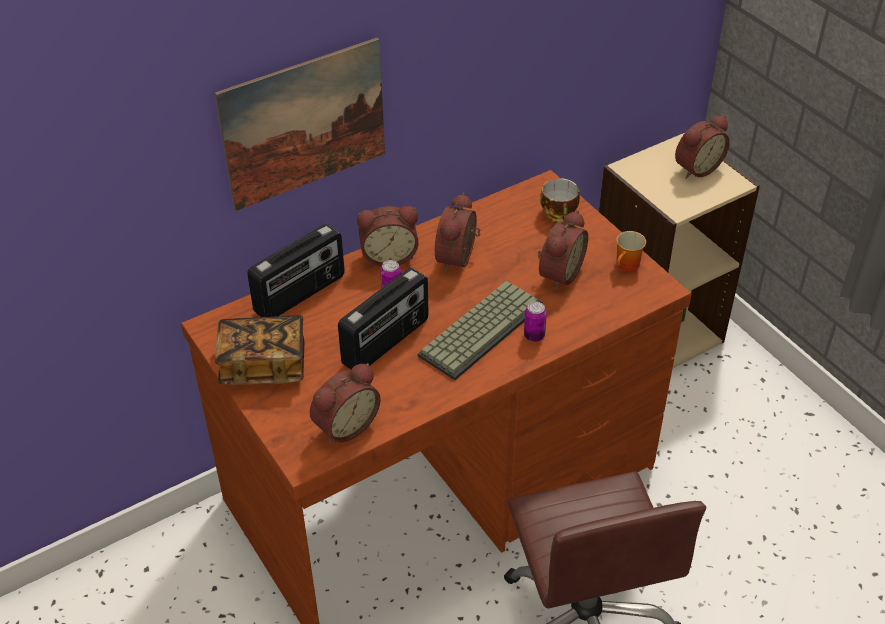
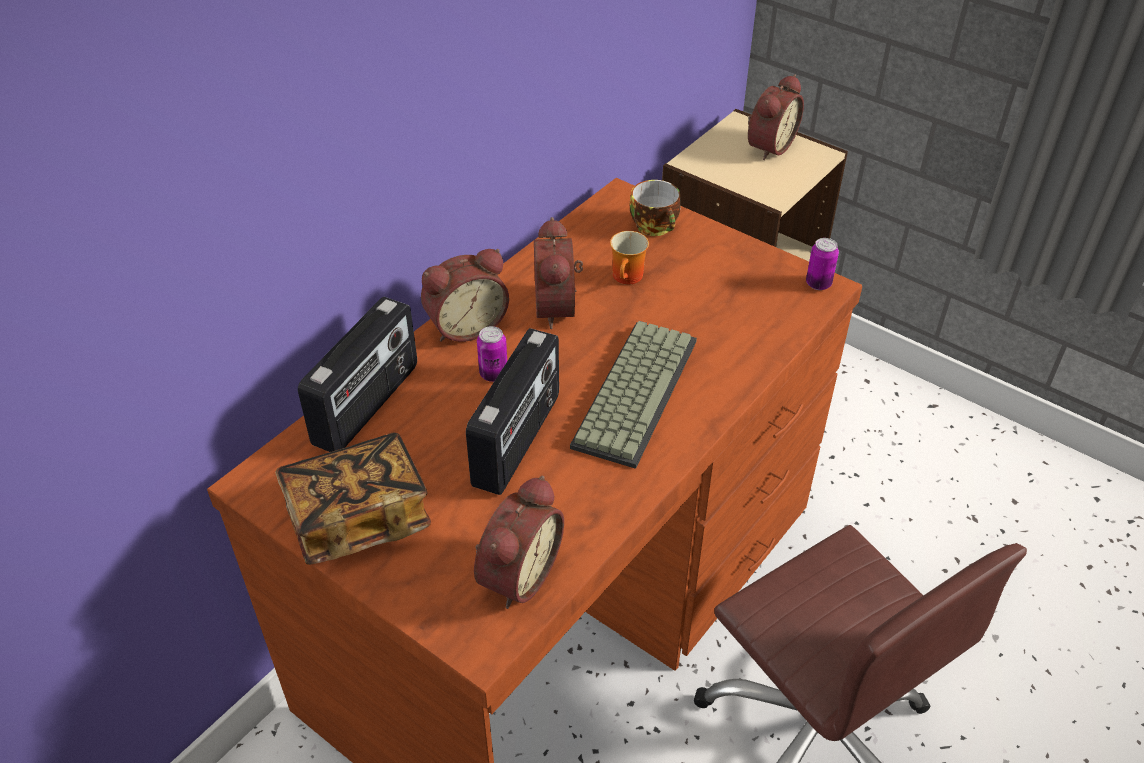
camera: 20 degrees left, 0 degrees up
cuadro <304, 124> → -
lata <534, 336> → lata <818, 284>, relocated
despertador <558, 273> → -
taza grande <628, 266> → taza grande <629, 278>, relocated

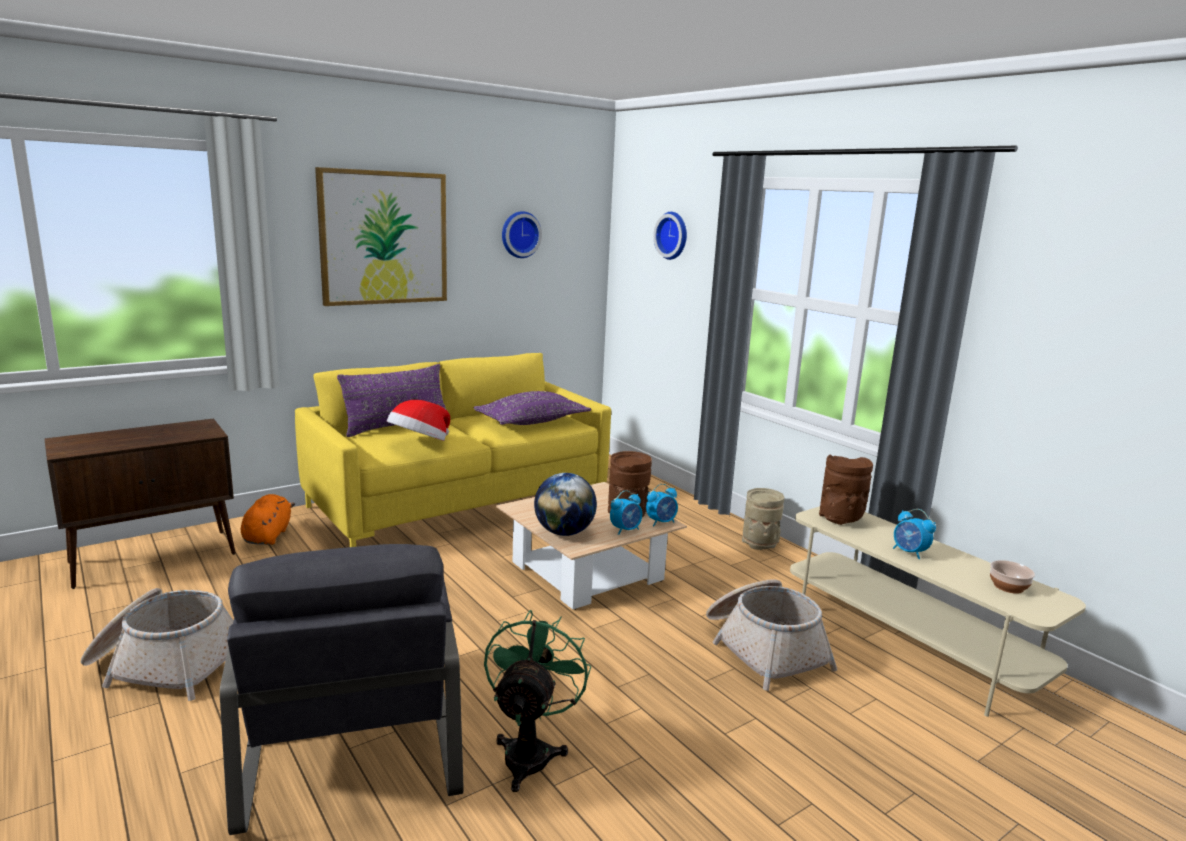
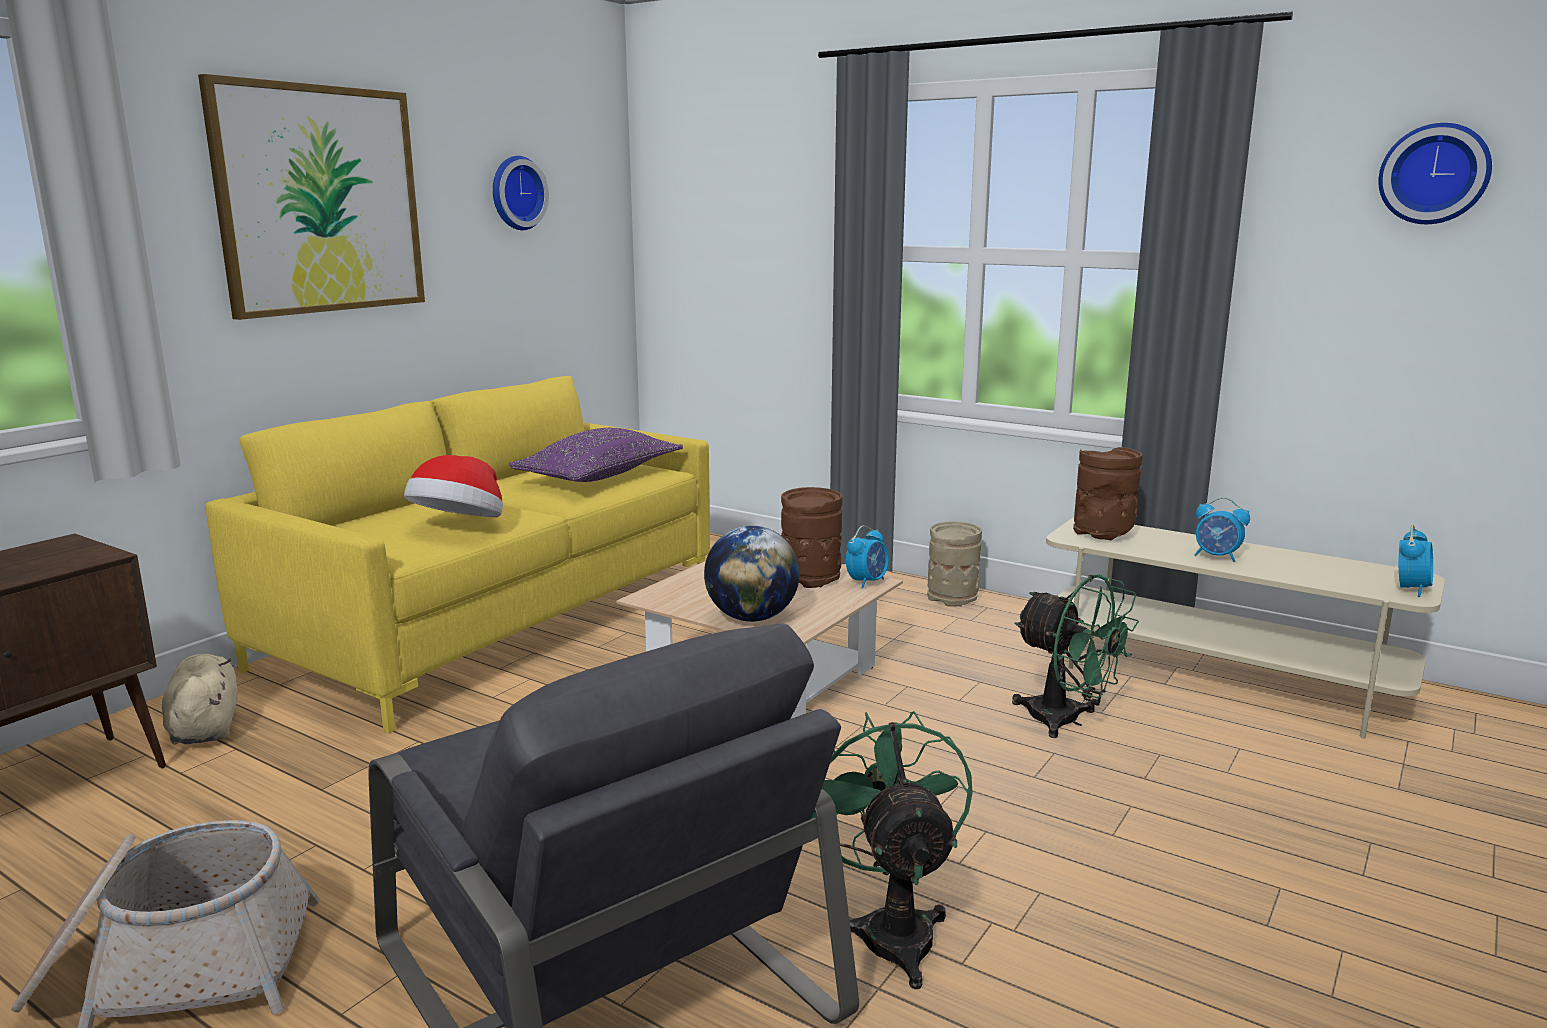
camera: 20 degrees left, 0 degrees up
peluche (naranja) <268, 536> → peluche (beis) <205, 727>
cojín (morado) <397, 427> → -
despertador <625, 530> → despertador <1411, 589>, relocated
reloj de pared <673, 235> → reloj de pared <1434, 174>, relocated
cesta <763, 648> → ventilador (verde) <1066, 721>
cuenco <1008, 586> → -

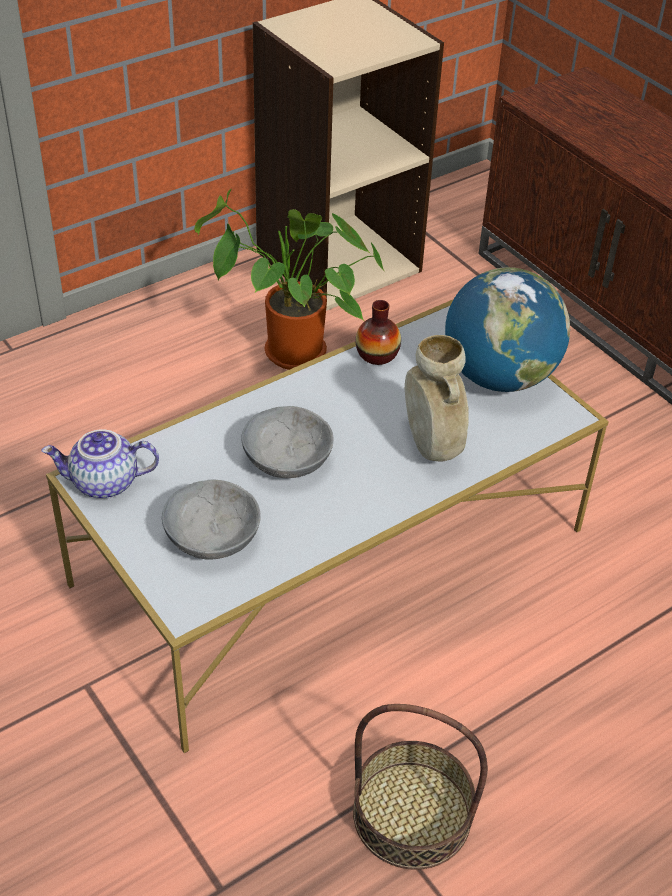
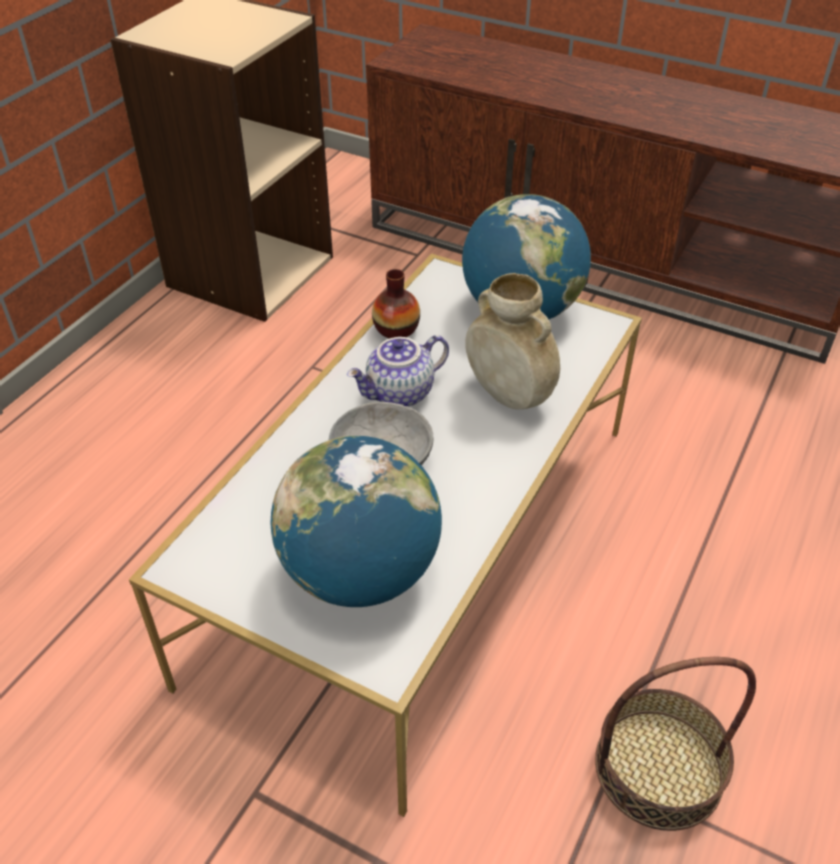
camera: 25 degrees left, 0 degrees up
tetera <104, 484> → tetera <400, 394>, relocated
cuenco (gris) <211, 537> → globo terráqueo <360, 573>
planta en maceta <288, 355> → -

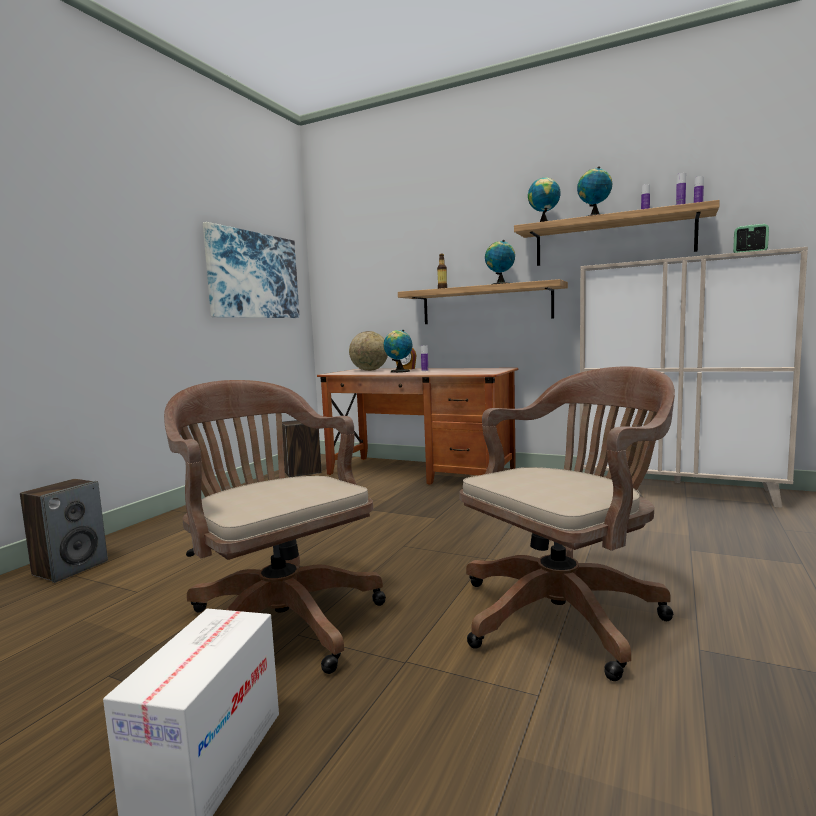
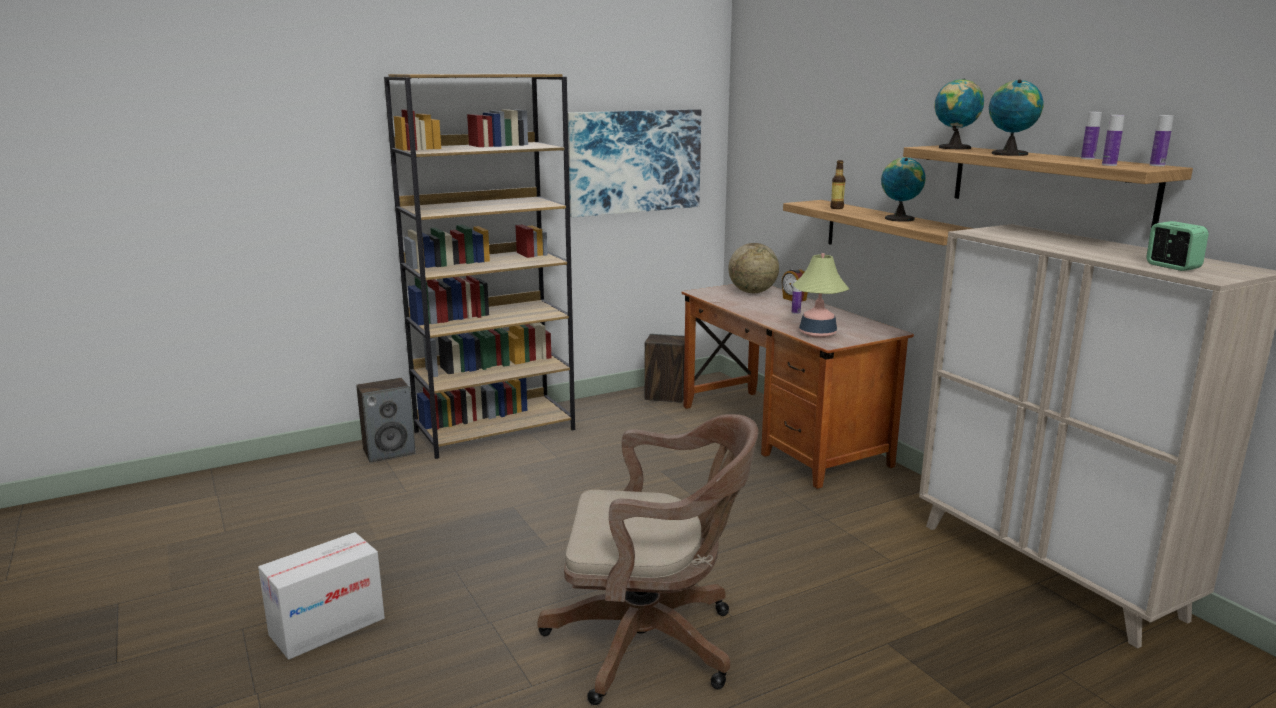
camera: 35 degrees right, 10 degrees up
silla de oficina (marrón) <277, 619> → -
globo terráqueo <398, 371> → -
- → estantería (marrón) <495, 430>
- → lámpara de mesa <817, 333>

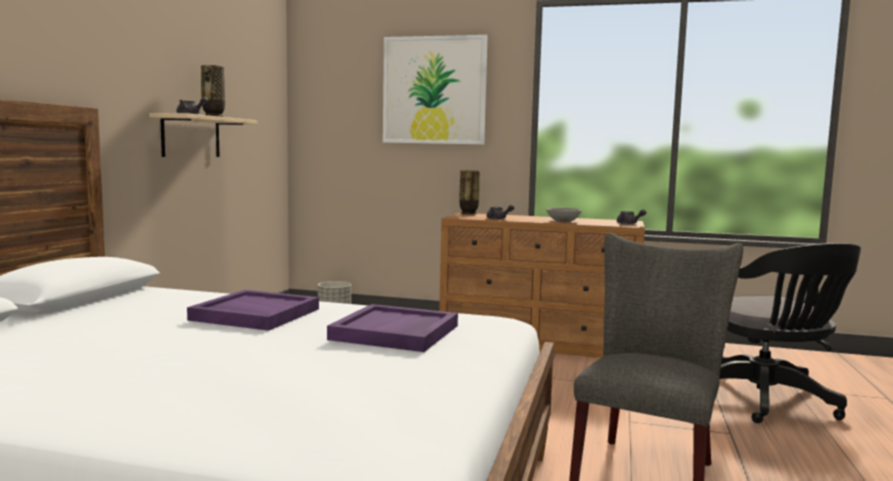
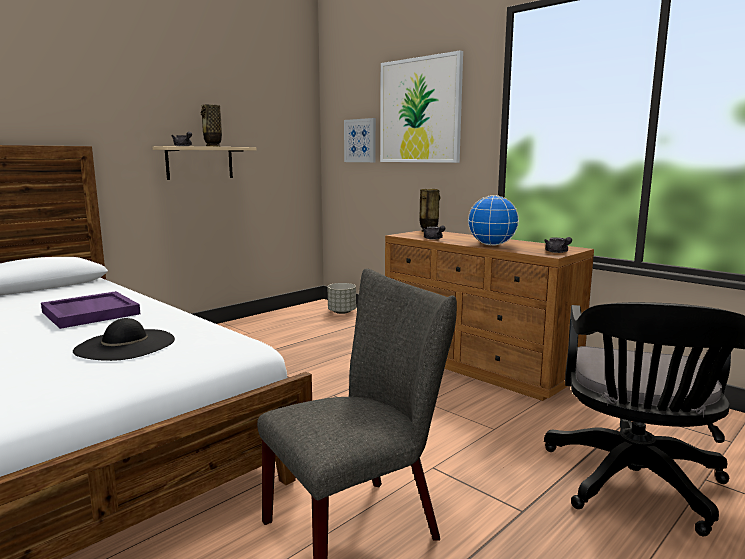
camera: 30 degrees right, 5 degrees up
bandeja (morado) <395, 333> → sombrero (negro) <125, 345>
cuenco (gris) <563, 221> → globo terráqueo <492, 245>
- → cuadro <360, 140>

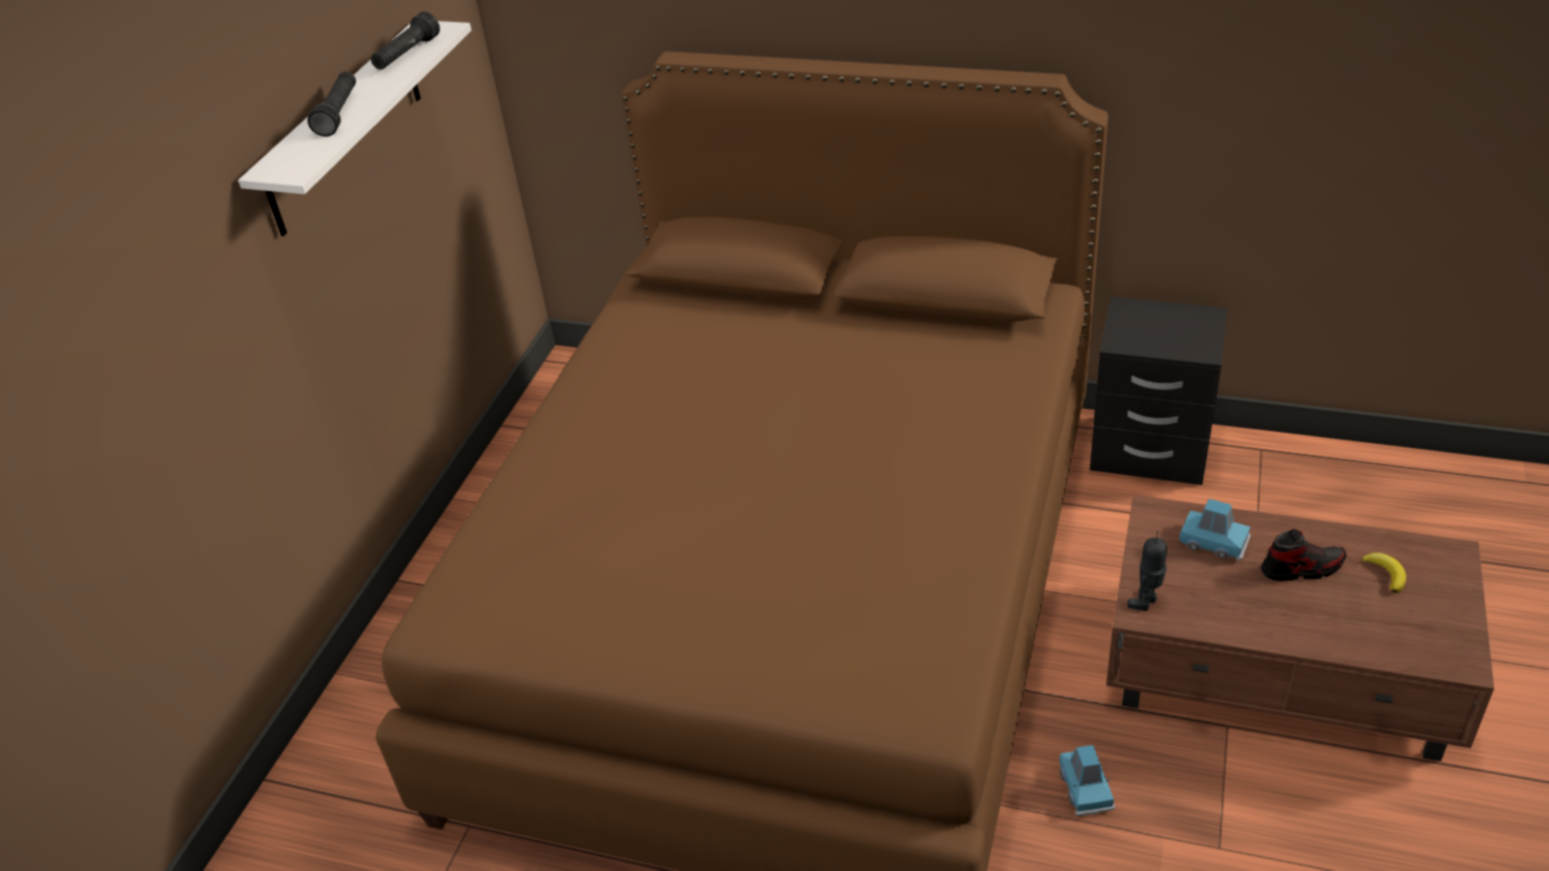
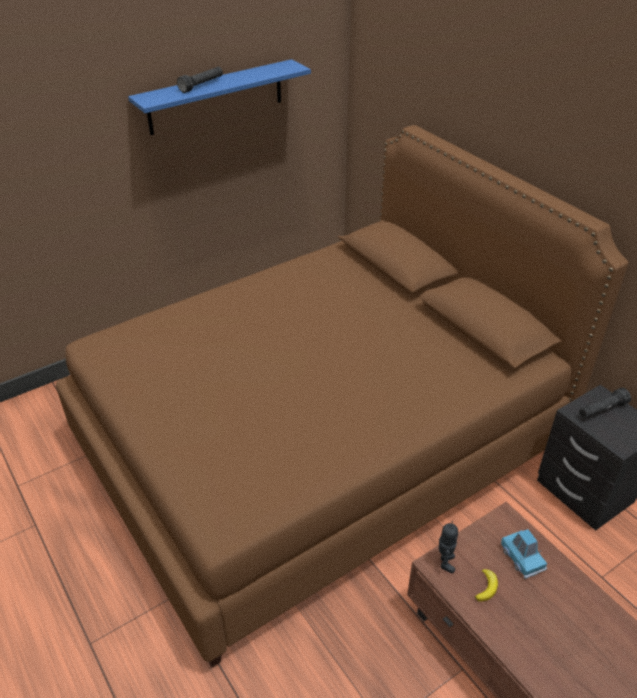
camera: 35 degrees right, 0 degrees up
estante (blanco) <344, 128> → estante (azul) <216, 97>
linterna (negro) <407, 55> → linterna (negro) <601, 410>, relocated
coche de juguete (azul) <1085, 788> → -
robot de juguete <1146, 602> → robot de juguete <445, 562>, 105 degrees clockwise
zapato <1301, 568> → -
plátano <1386, 574> → plátano <486, 587>, relocated

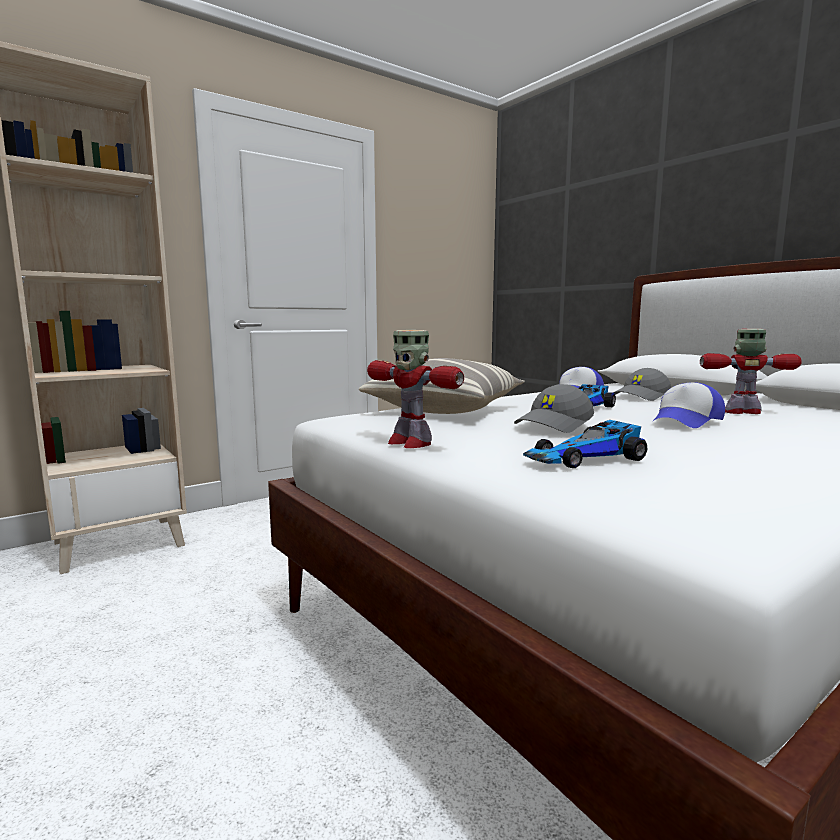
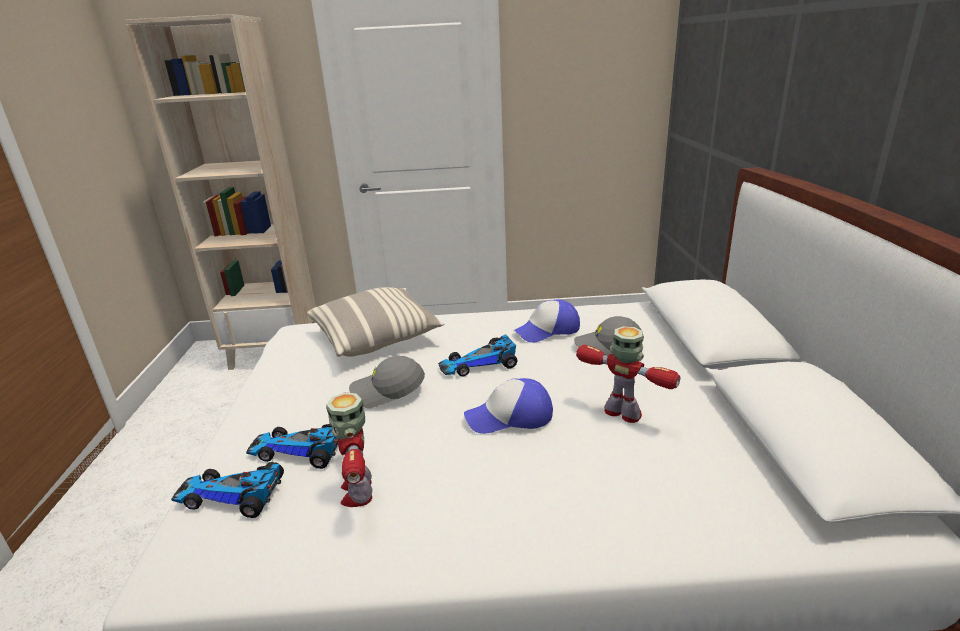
camera: 35 degrees right, 15 degrees up
robot de juguete <409, 442> → robot de juguete <359, 491>, relocated
- → coche de juguete <232, 496>

